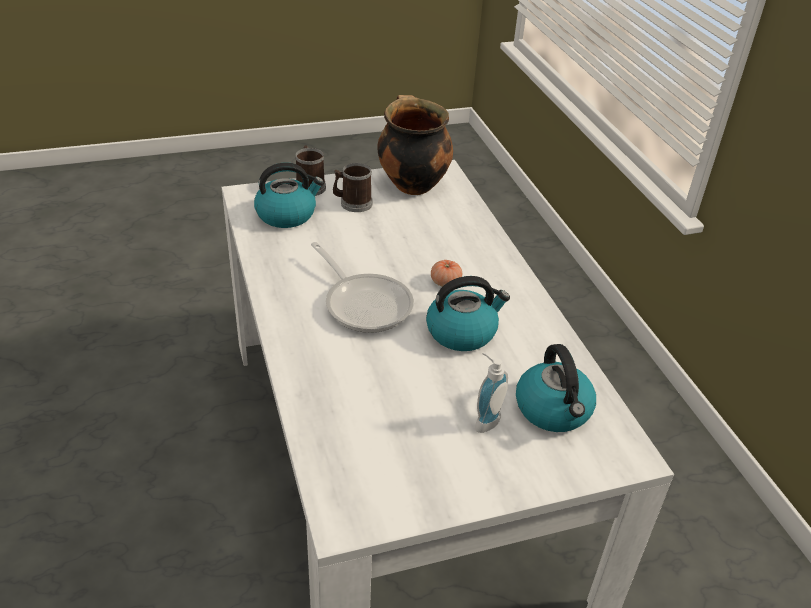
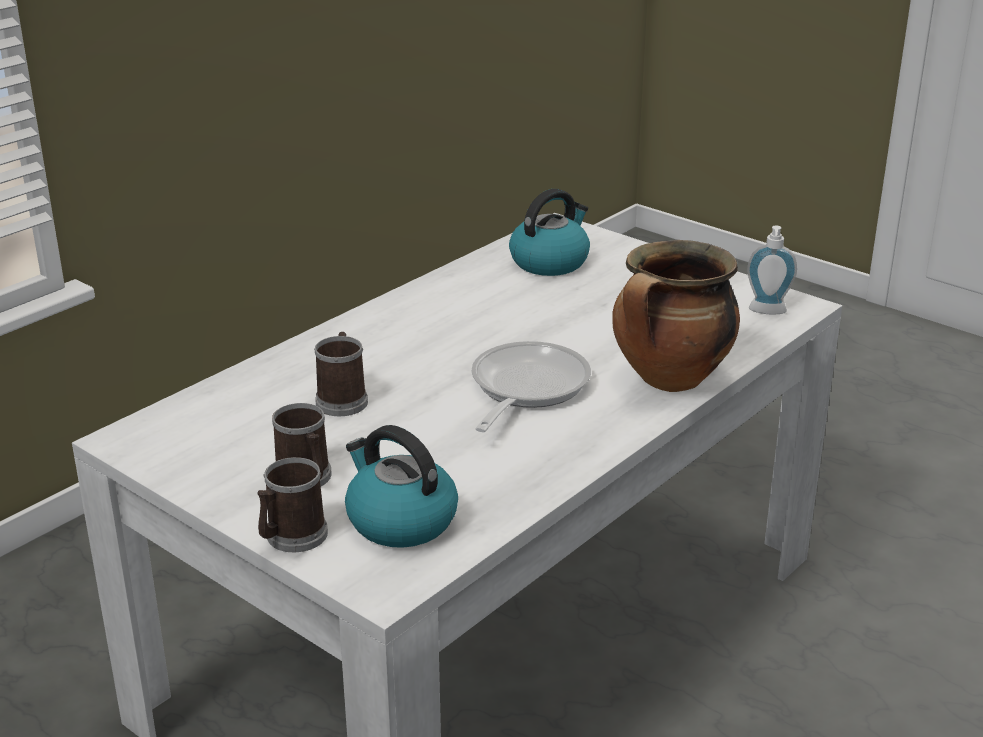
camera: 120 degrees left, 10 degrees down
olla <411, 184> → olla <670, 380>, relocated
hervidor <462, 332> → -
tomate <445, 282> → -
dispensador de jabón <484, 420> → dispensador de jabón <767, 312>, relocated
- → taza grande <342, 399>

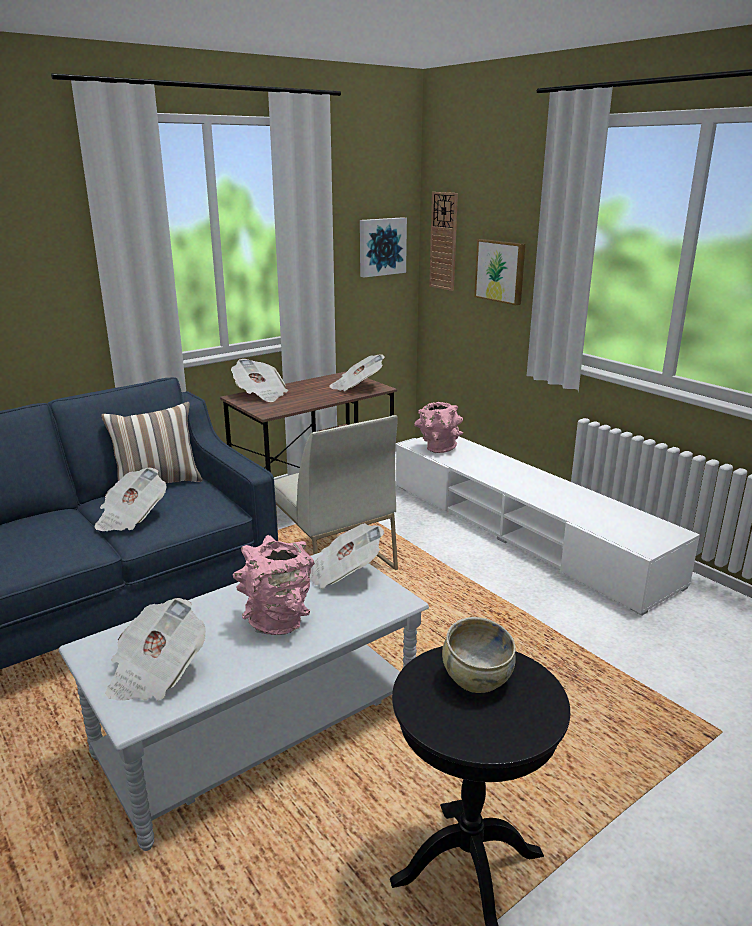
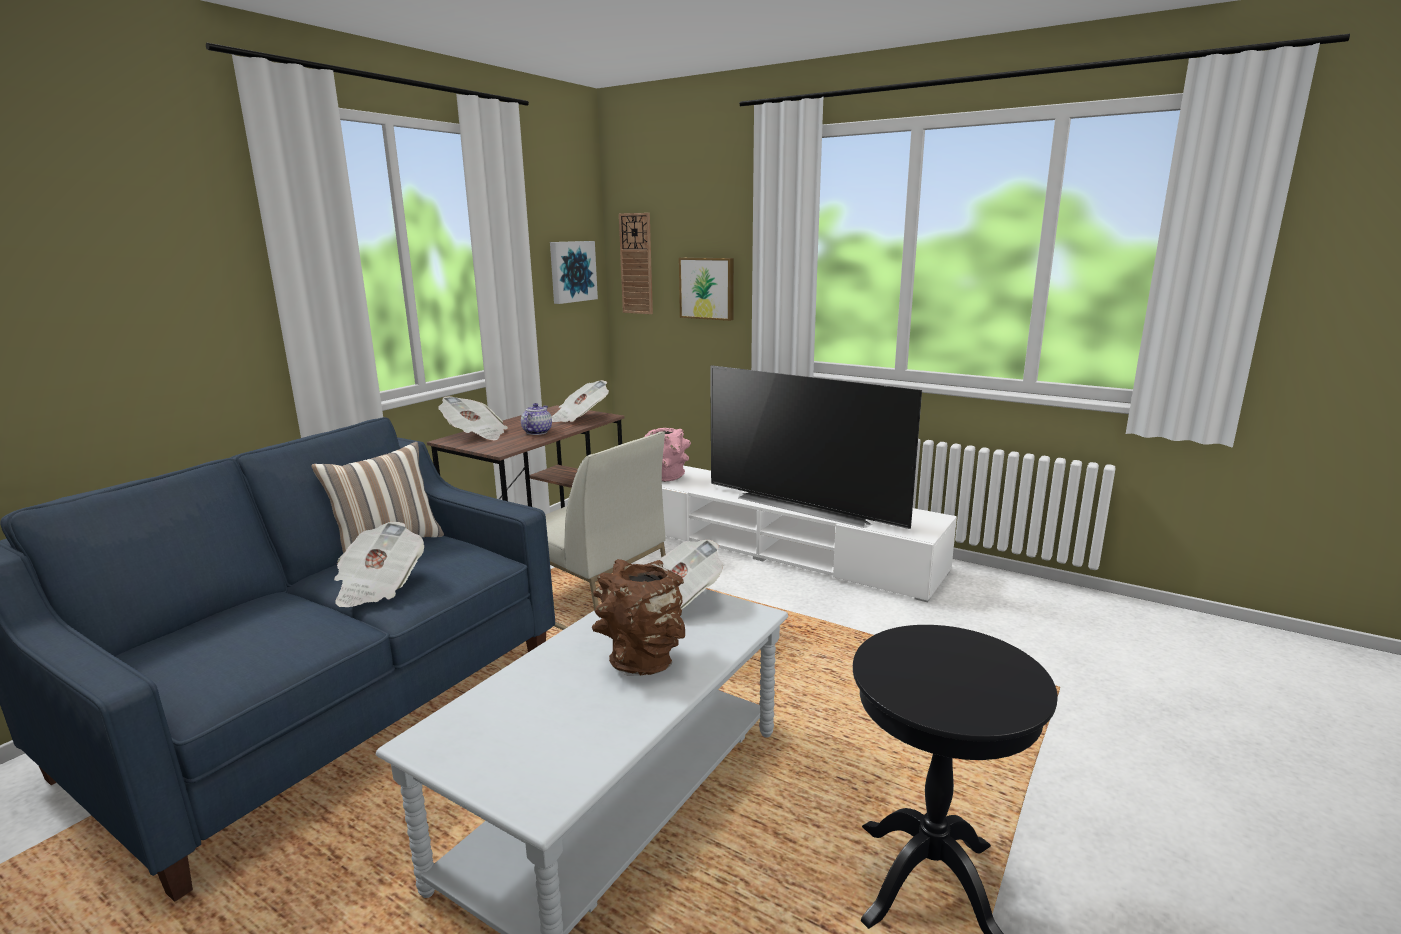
camera: 20 degrees left, 5 degrees down
periódico <156, 673> → -
florero (rosa) <279, 621> → florero (marrón) <641, 660>
cuenco (beis) <476, 679> → -
- → tetera <537, 432>
- → televisor <806, 506>

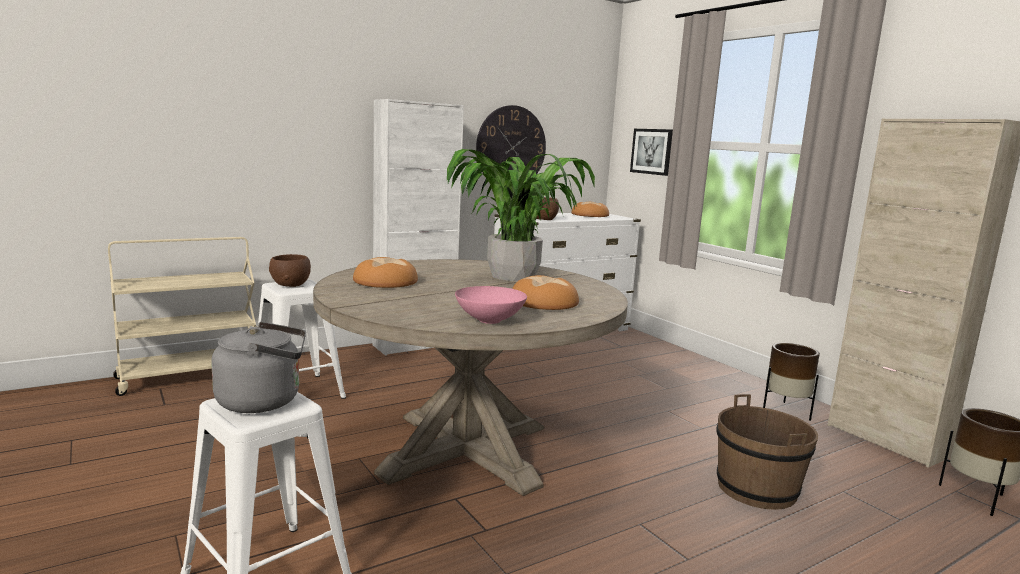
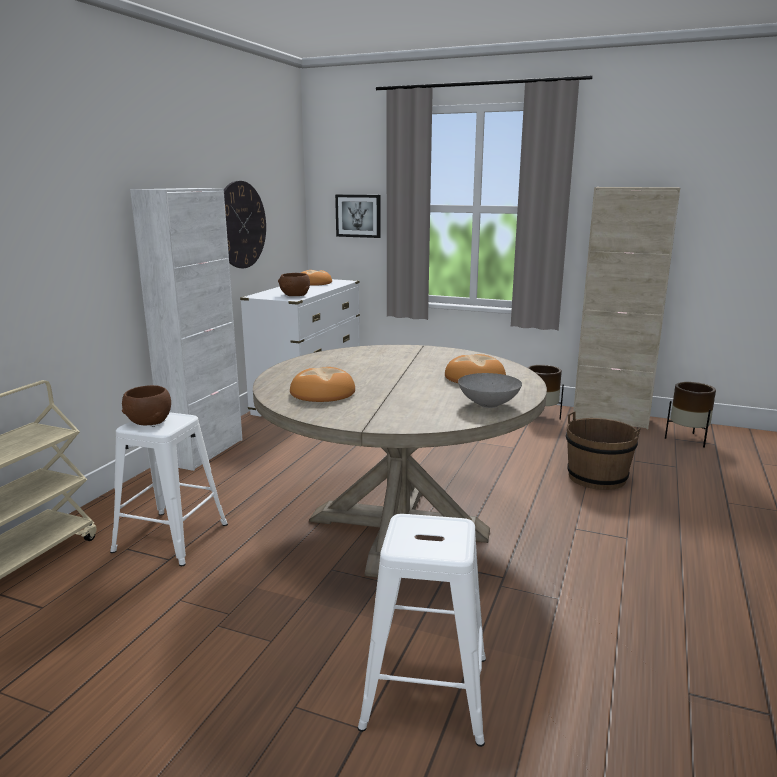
camera: 35 degrees left, 5 degrees up
hervidor (gris) <264, 401> → -
planta en maceta <514, 276> → -
cuenco (rosa) <490, 321> → cuenco (gris) <489, 405>

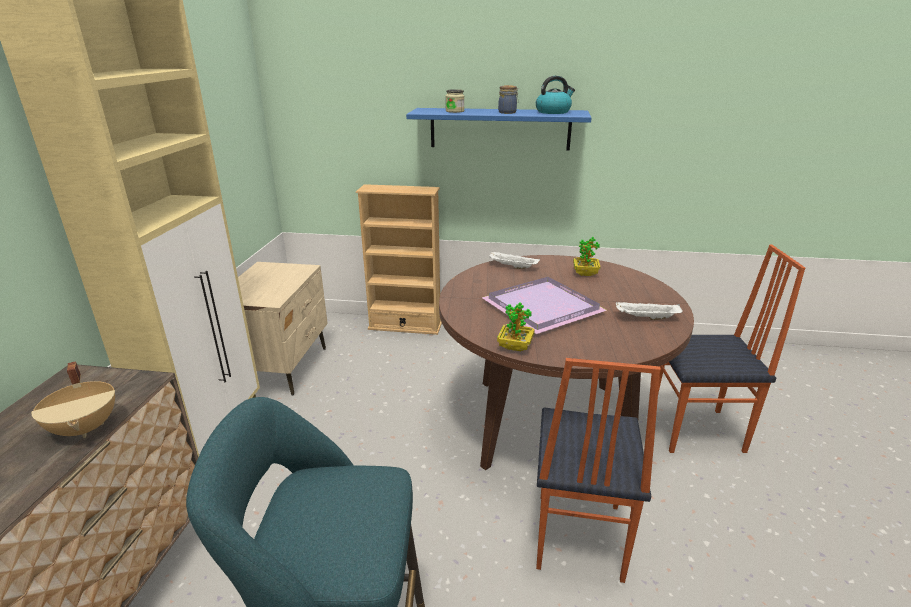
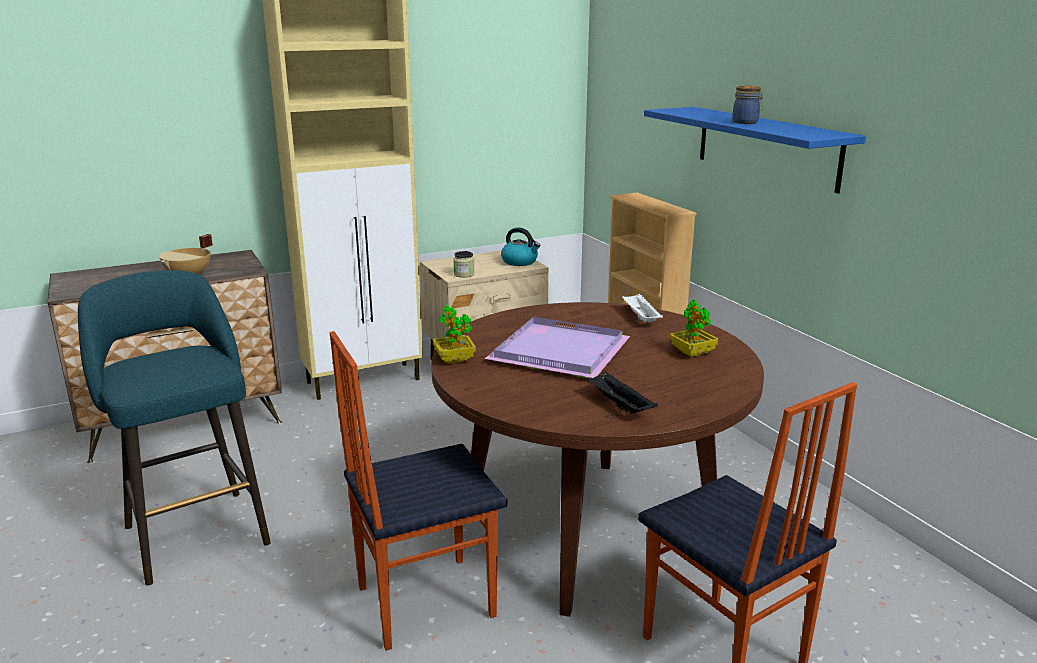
camera: 55 degrees right, 5 degrees down
tarro <455, 111> → tarro <464, 274>, relocated
hervidor <553, 112> → hervidor <520, 262>, relocated
bandeja (blanco) <646, 318> → bandeja (negro) <618, 405>

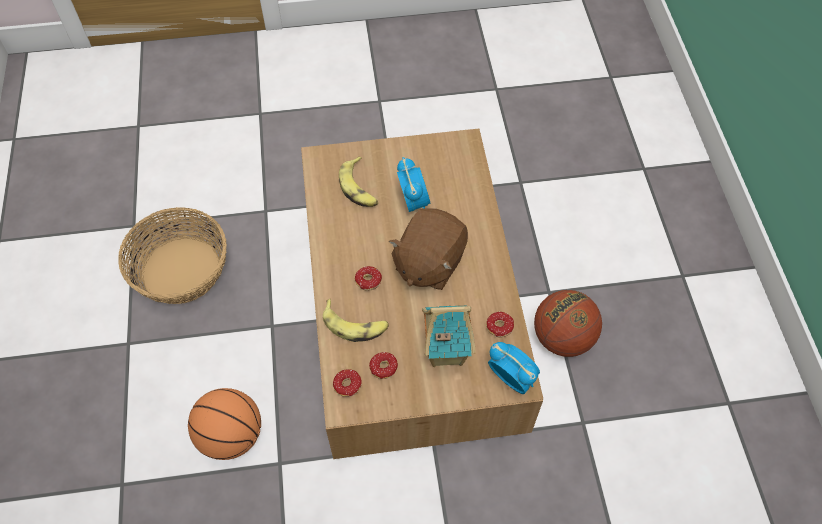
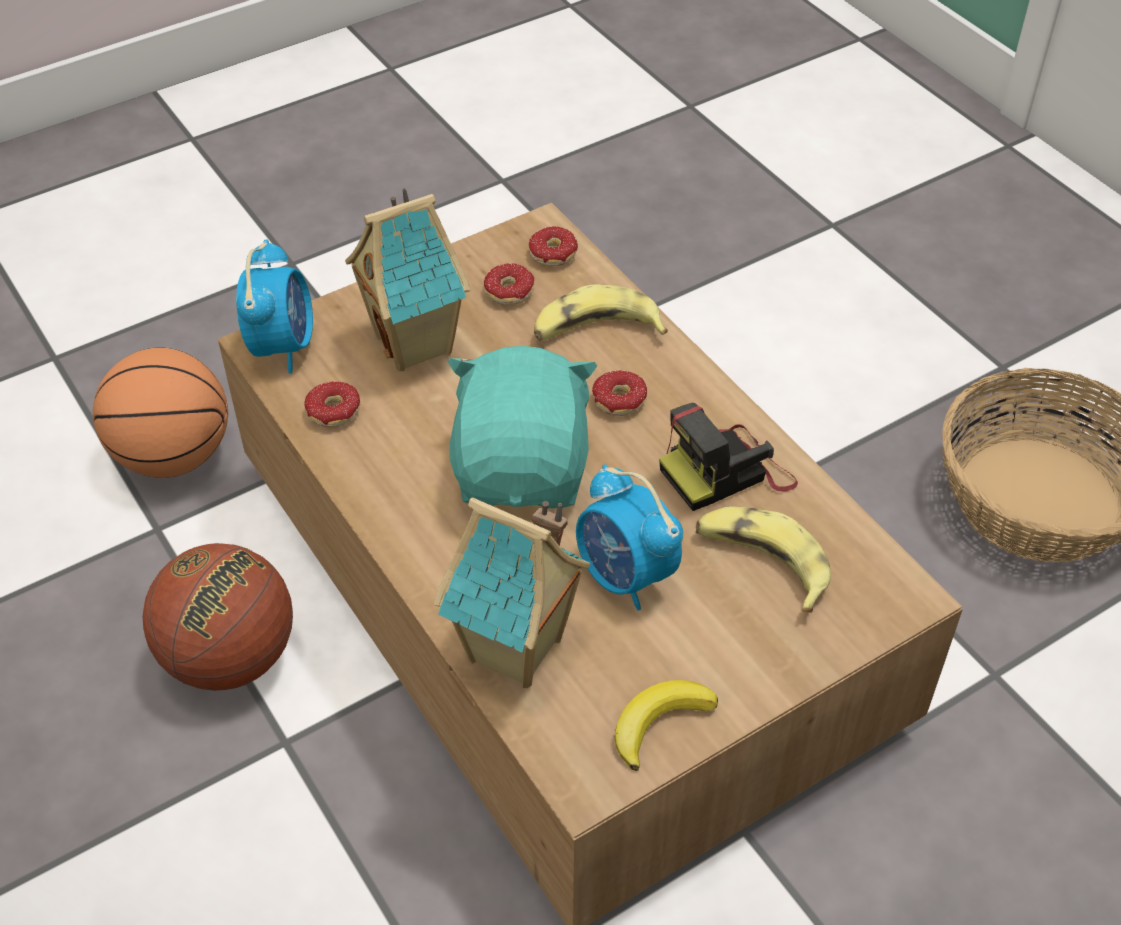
camera: 155 degrees right, 10 degrees down
balón de baloncesto <231, 436> → balón de baloncesto <173, 456>, relocated
peluche (marrón) <428, 263> → peluche (turquesa) <523, 470>
despertador <511, 378> → despertador <283, 346>, 105 degrees counterclockwise
- → casita <517, 652>
- → plátano <659, 723>
- → cámara <727, 472>

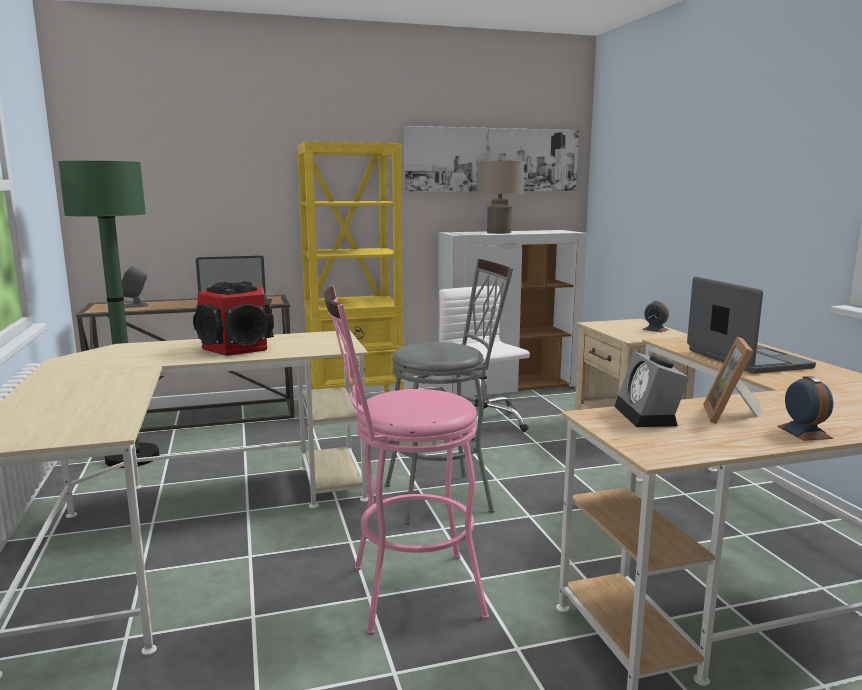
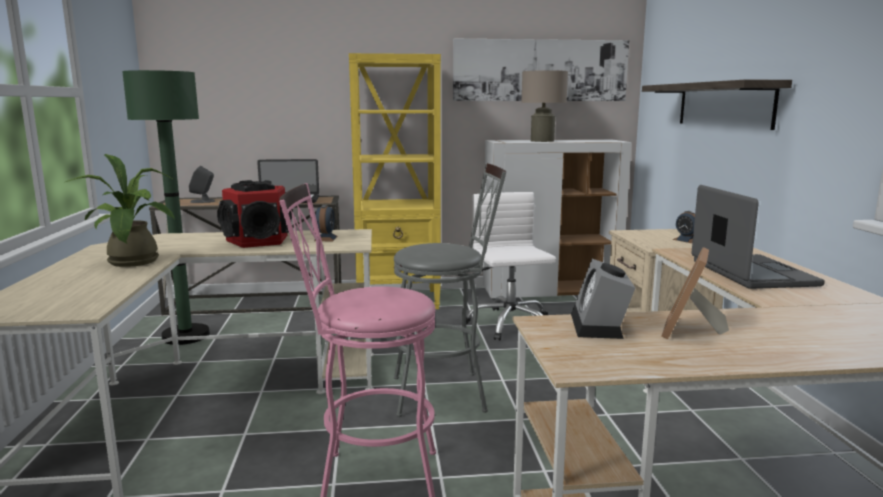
camera: 10 degrees right, 0 degrees up
despertador <804, 432> → despertador <325, 238>, relocated
- → planta en maceta <134, 263>
- → estante <723, 104>

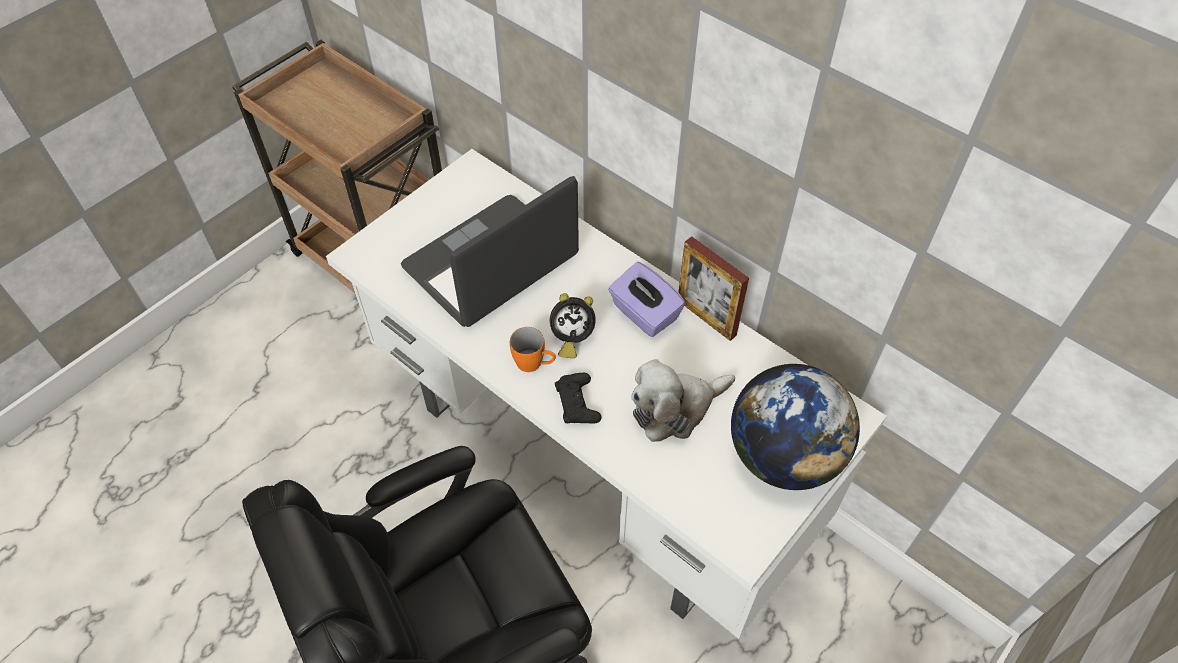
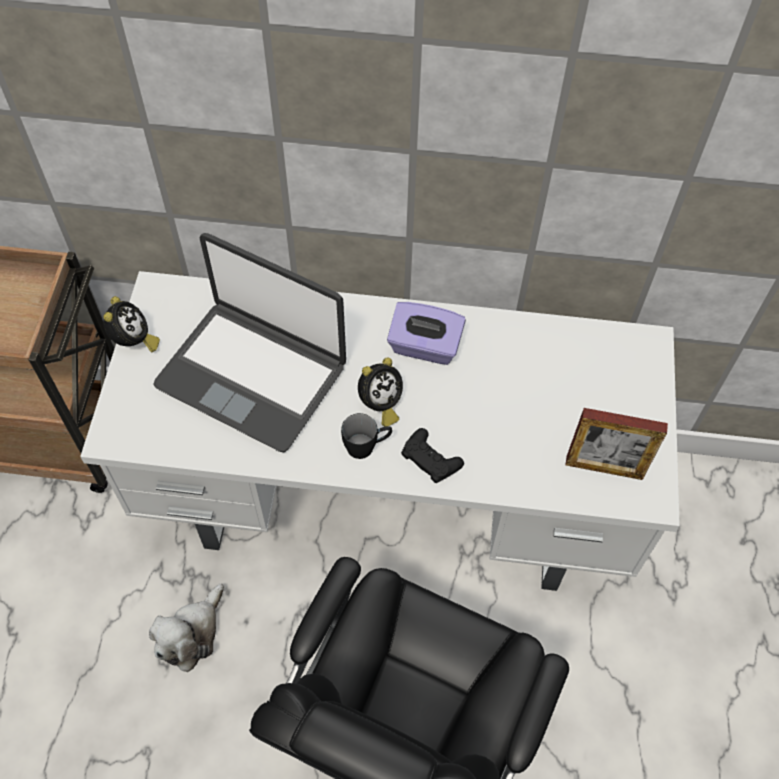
camera: 35 degrees left, 5 degrees up
portátil <492, 264> → portátil <252, 374>, 75 degrees counterclockwise
taza grande (naranja) <535, 364> → taza grande (negro) <367, 446>
peluche <675, 409> → peluche <191, 634>, relocated
portarretratos <706, 317> → portarretratos <604, 468>, relocated
globo terráqueo <784, 456> → -
- → despertador <134, 342>

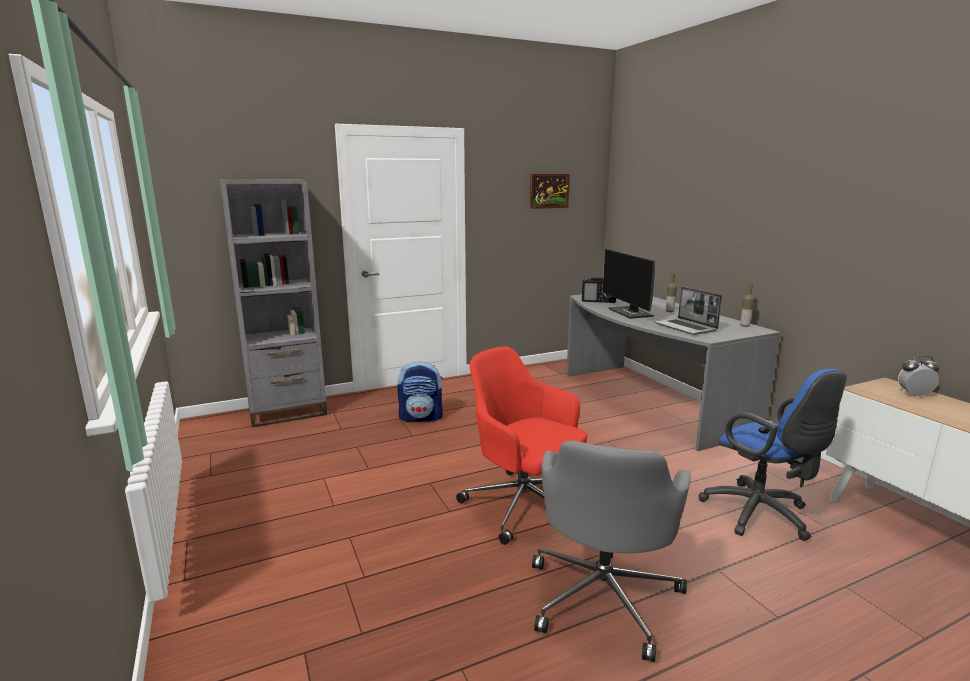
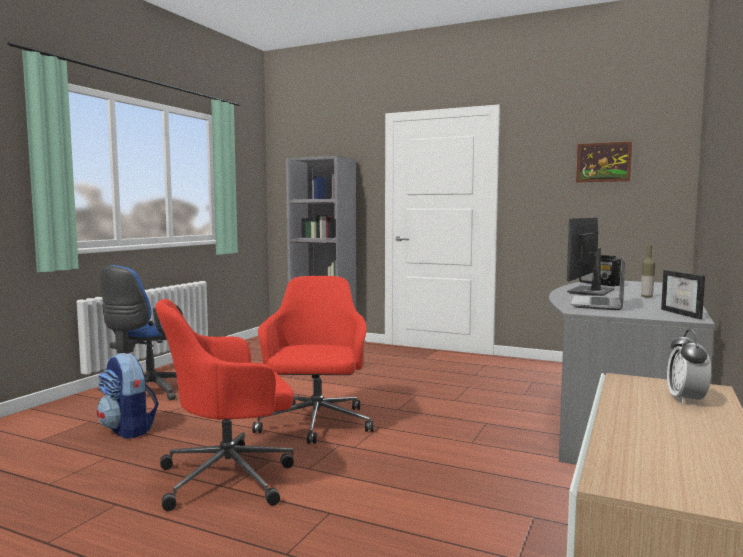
camera: 50 degrees right, 10 degrees down
mochila <421, 417> → mochila <128, 430>, relocated
silla de oficina (gris) <604, 595> → silla de oficina (rojo) <230, 477>
silla de oficina (azul) <761, 515> → silla de oficina (azul) <147, 393>, relocated
botella <745, 326> → portarretratos <686, 314>
despertador <914, 395> → despertador <686, 400>, 135 degrees counterclockwise

